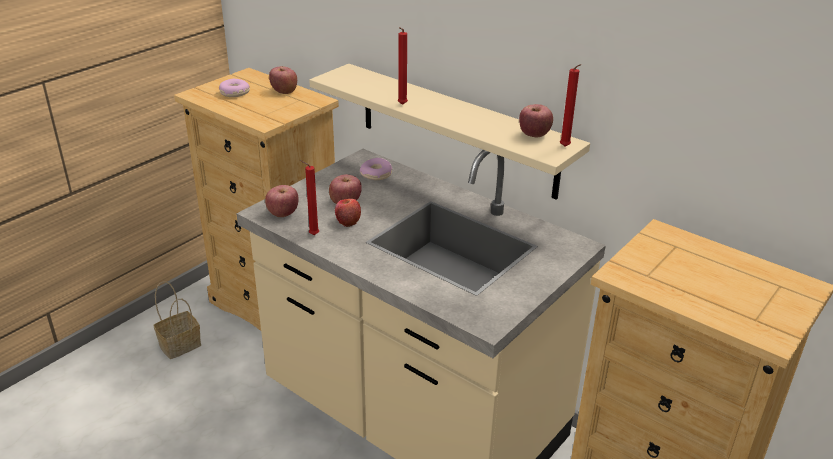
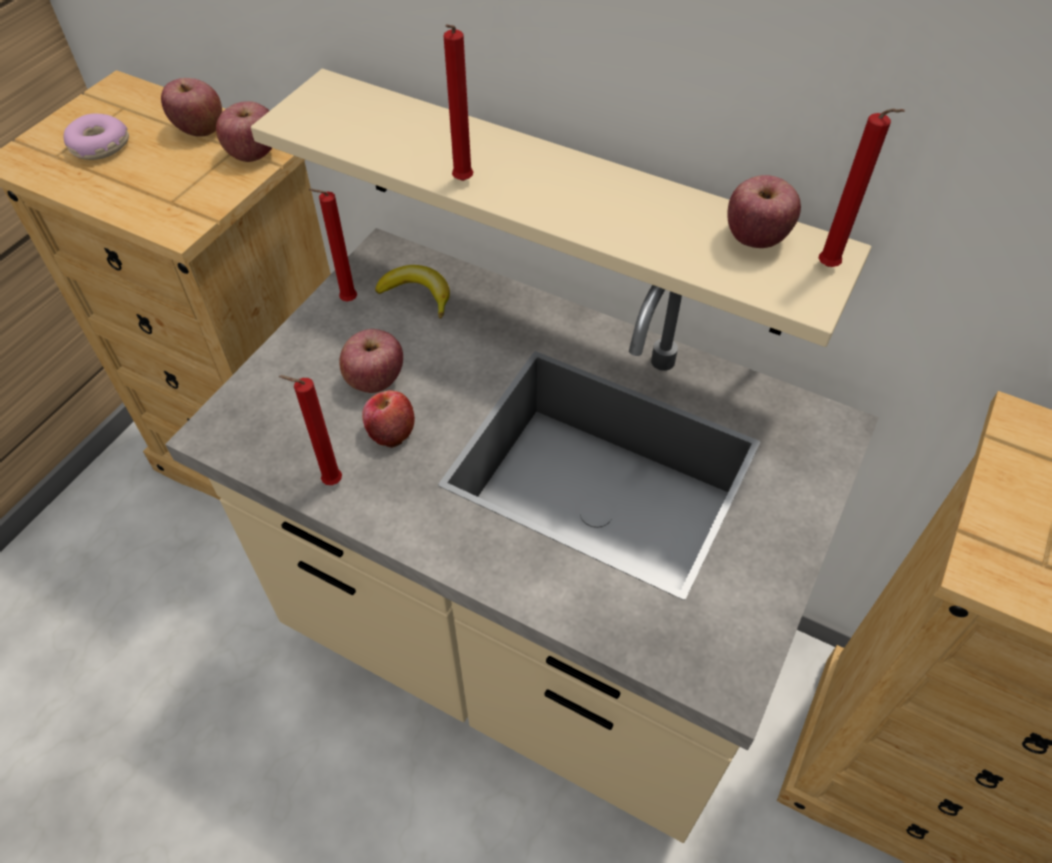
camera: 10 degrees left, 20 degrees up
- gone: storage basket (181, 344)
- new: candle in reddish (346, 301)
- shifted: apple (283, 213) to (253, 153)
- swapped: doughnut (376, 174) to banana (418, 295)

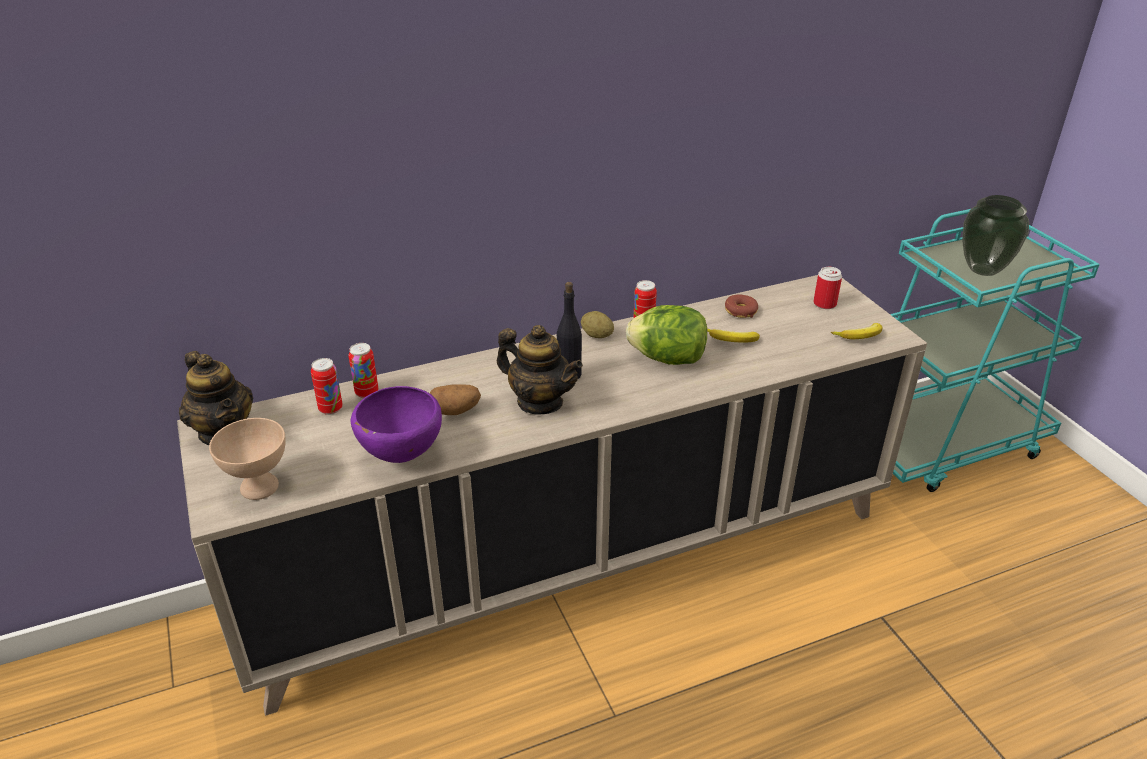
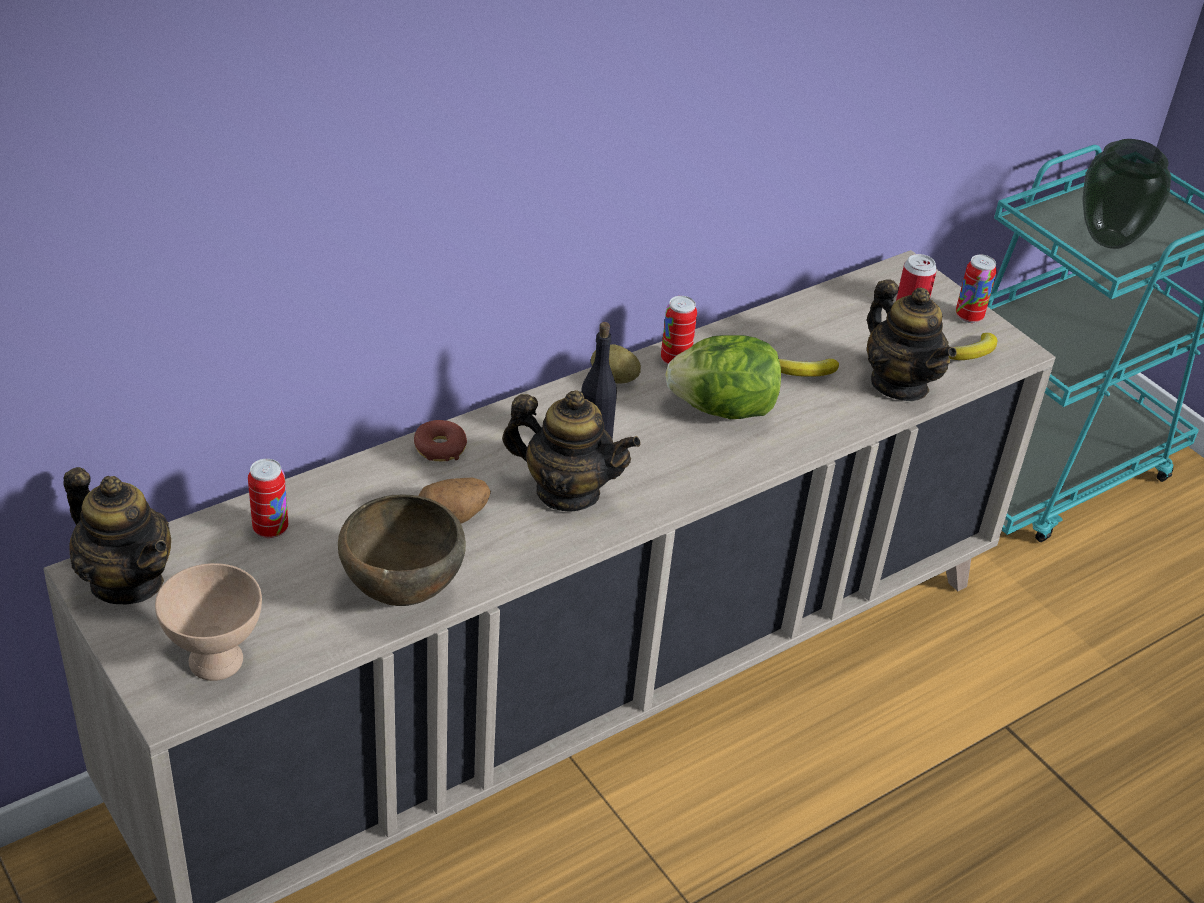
camera: 15 degrees left, 5 degrees up
- new: teapot (899, 384)
- shifted: metal can (367, 393) to (969, 316)
- shifted: doughnut (740, 311) to (440, 448)
- repainted: serving bowl in purple (401, 456) to serving bowl in brown (401, 593)

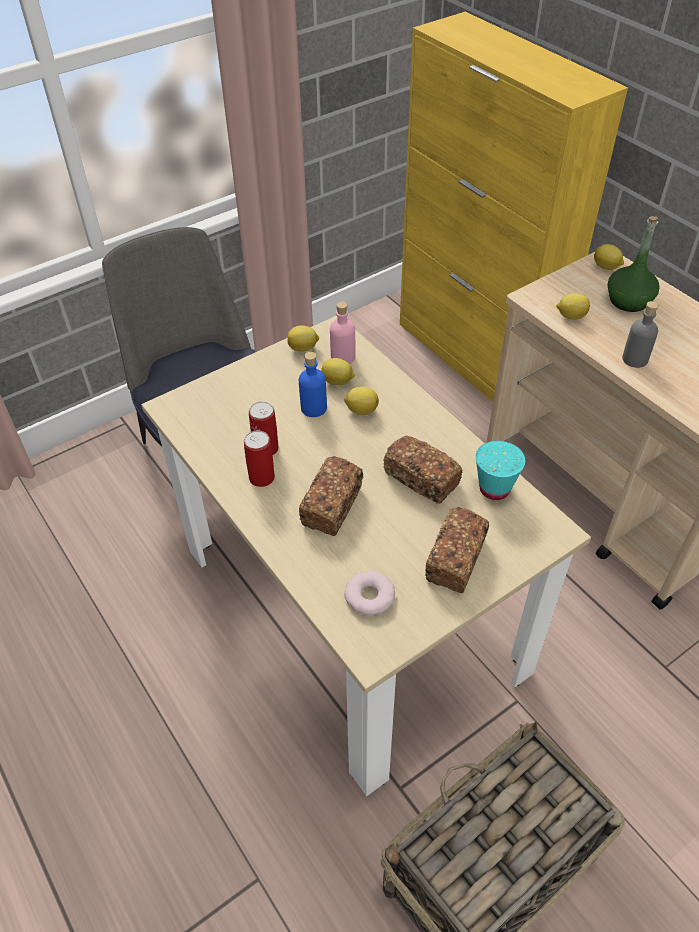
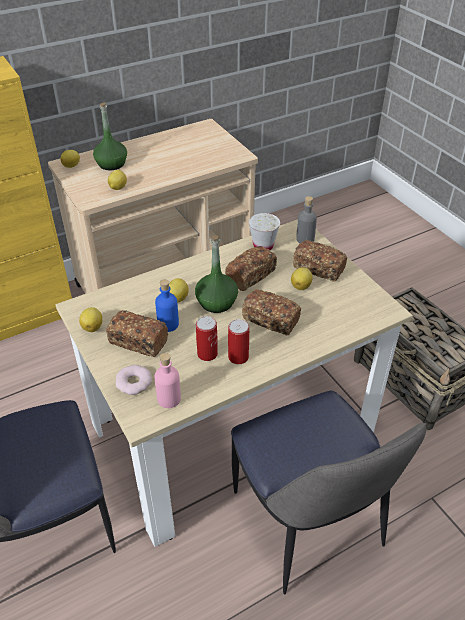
camera: 85 degrees left, 5 degrees down
- new: baked bread (138, 342)
- new: beverage bottle in green (216, 302)
- new: plain chair (308, 523)
- shifted: whole lemon (338, 382) to (301, 286)
- shifted: beverage bottle in pinkish (343, 357) to (169, 399)
- shifted: doughnut (369, 596) to (134, 382)
- shifted: beverage bottle in grey (634, 359) to (305, 239)
- repainted: drinking cup in turquoise-coloured (494, 489) to drinking cup in white-coloured (263, 246)

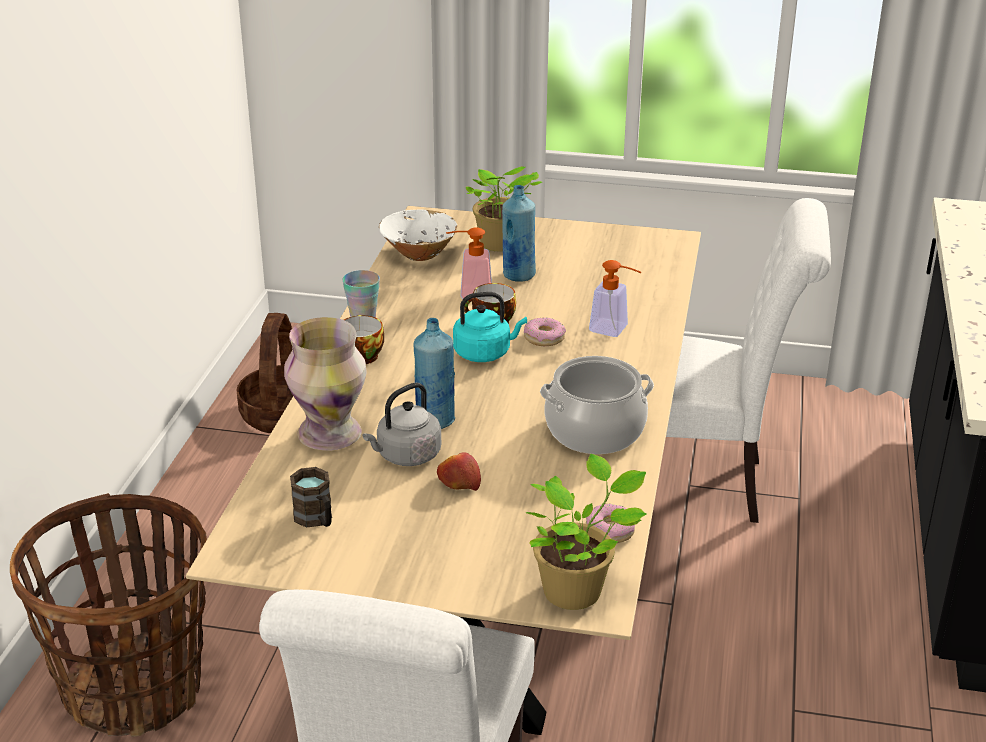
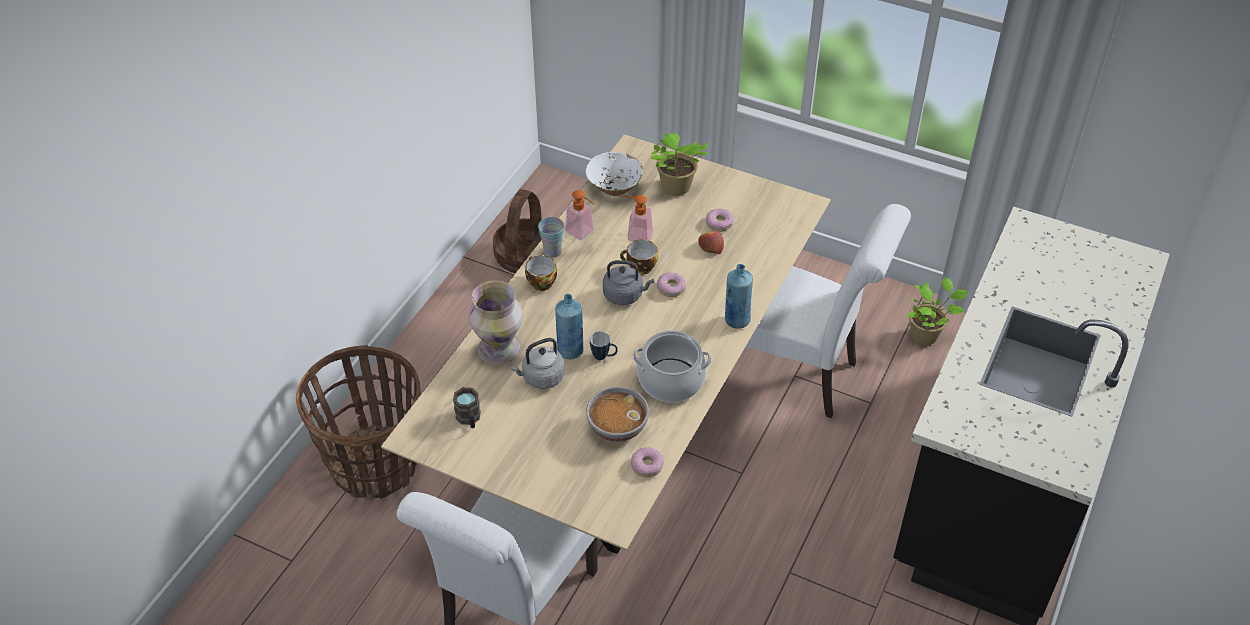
camera: 15 degrees right, 15 degrees up
- new: serving bowl (616, 427)
- new: tea mug (604, 357)
- new: doughnut (719, 223)
- shifted: apple (458, 482) to (710, 247)
- shifted: beverage bottle in bluish (518, 275) to (736, 320)
- shifted: plant in a pot (576, 591) to (926, 335)
- shifted: soap bottle (615, 330) to (583, 233)
- repainted: tea kettle in turquoise-coloured (485, 353) to tea kettle in grey (625, 295)

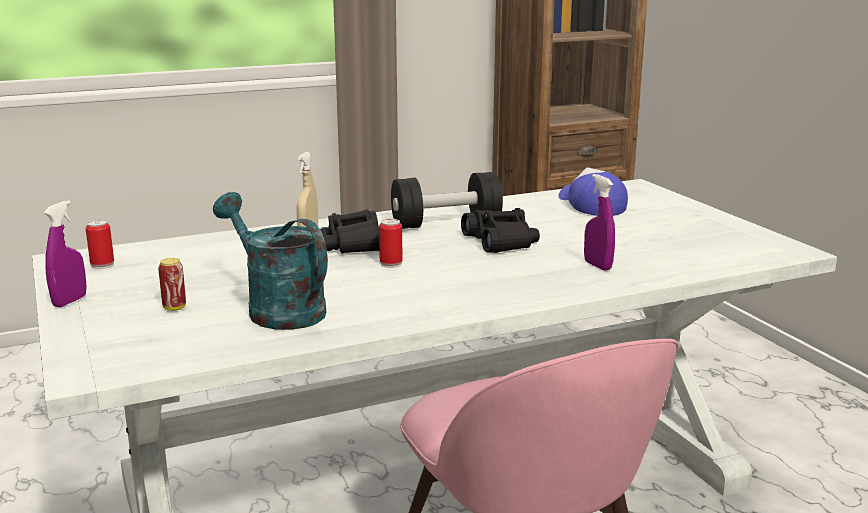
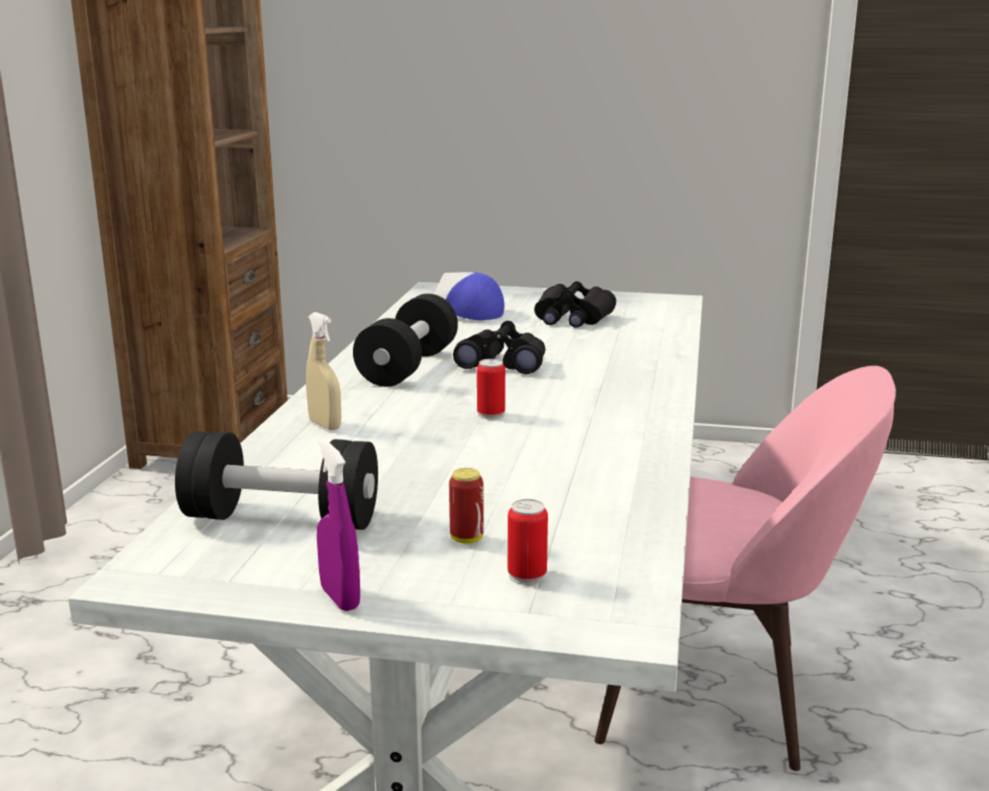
camera: 55 degrees left, 0 degrees up
- gone: watering can in turquoise-coloured (277, 309)
- gone: hand sprayer in purple (597, 266)
- new: dumbbell in blackish (282, 519)
- shifted: metal can (102, 265) to (527, 575)
- shifted: pair of binoculars in blackish (353, 244) to (572, 318)

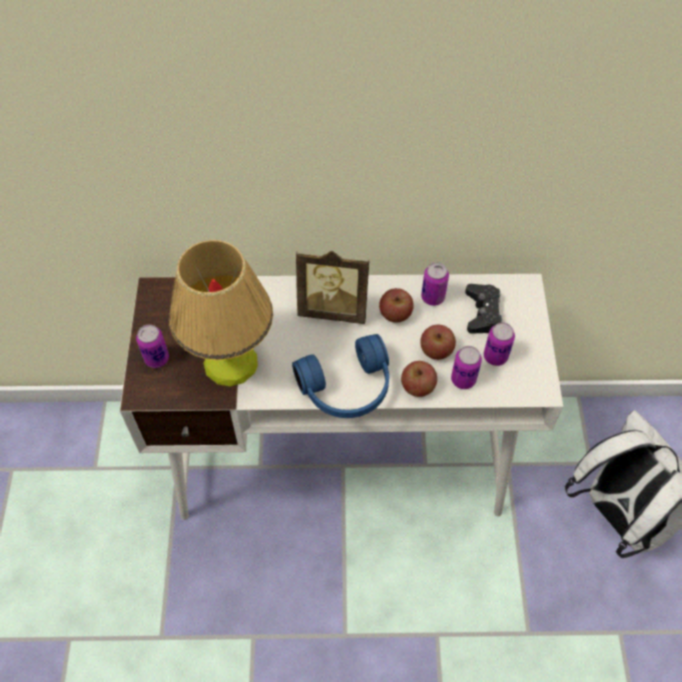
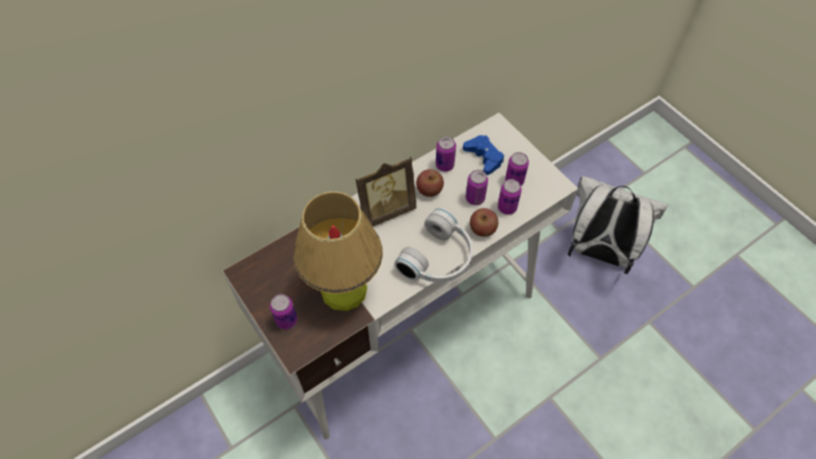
camera: 35 degrees left, 0 degrees up
- swapped: apple (436, 350) to metal can (475, 198)
- repainted: pair of headphones in bluish (348, 389) to pair of headphones in white-coloured (439, 258)
- repainted: game controller in blackish (482, 312) to game controller in bluish (484, 157)

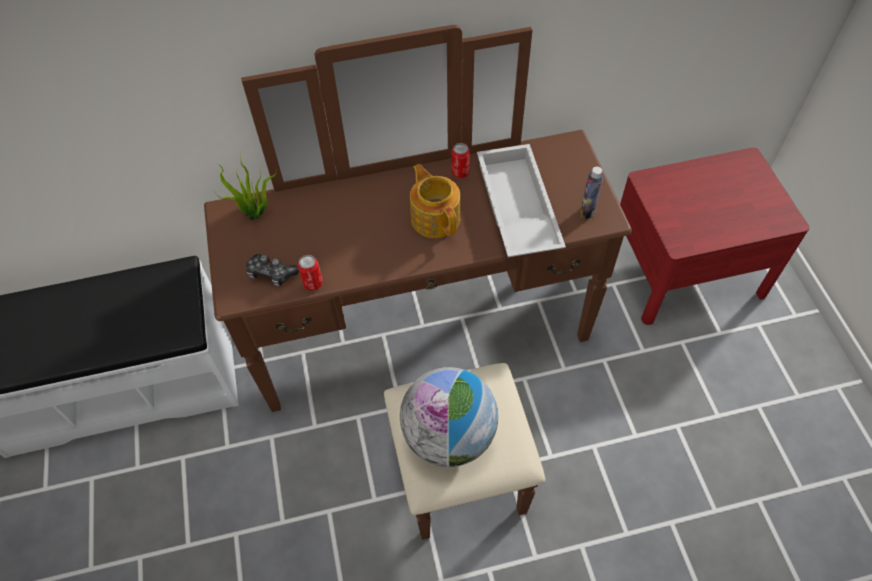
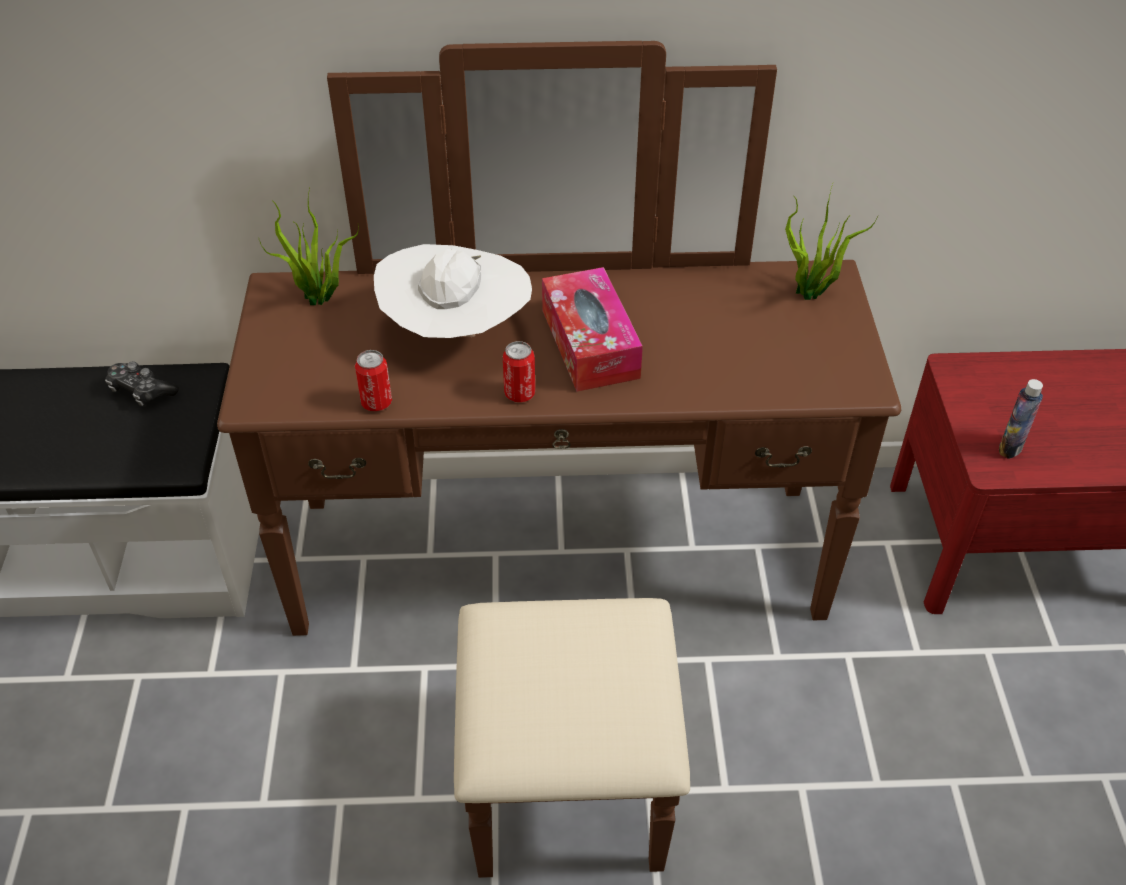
camera: 10 degrees right, 10 degrees down
- gone: world globe (449, 435)
- gone: carrying tray in white-coloured (515, 208)
- new: hat in white-coloured (456, 333)
- new: plant in a pot (811, 294)
- shifted: game controller (271, 274) to (141, 391)
- shifted: metal can (460, 172) to (519, 394)
- shifted: beverage bottle (587, 211) to (1010, 447)
- swapped: teapot (435, 217) to box of tissues (590, 343)

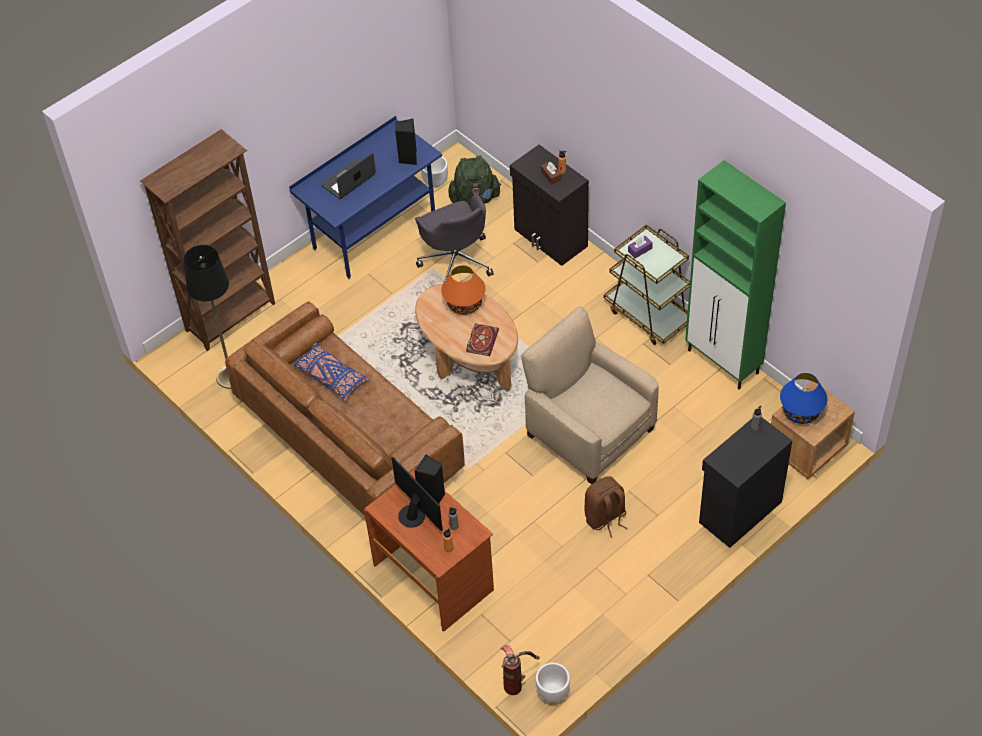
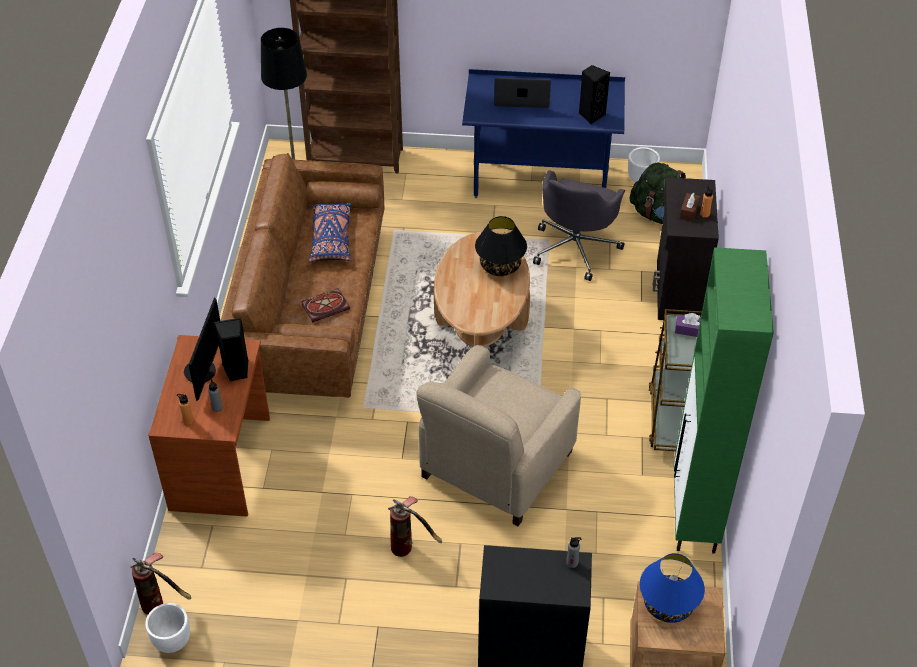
camera: 45 degrees right, 5 degrees down
- shifted: volume (481, 340) to (326, 306)
- swapped: knapsack in brown (605, 518) to fire extinguisher (410, 547)
- repainted: lamp for a table in orangey (464, 304) to lamp for a table in blackish (500, 266)
- rotated: armchair in beige-coloured (588, 431) = (496, 465) 150 degrees counterclockwise

